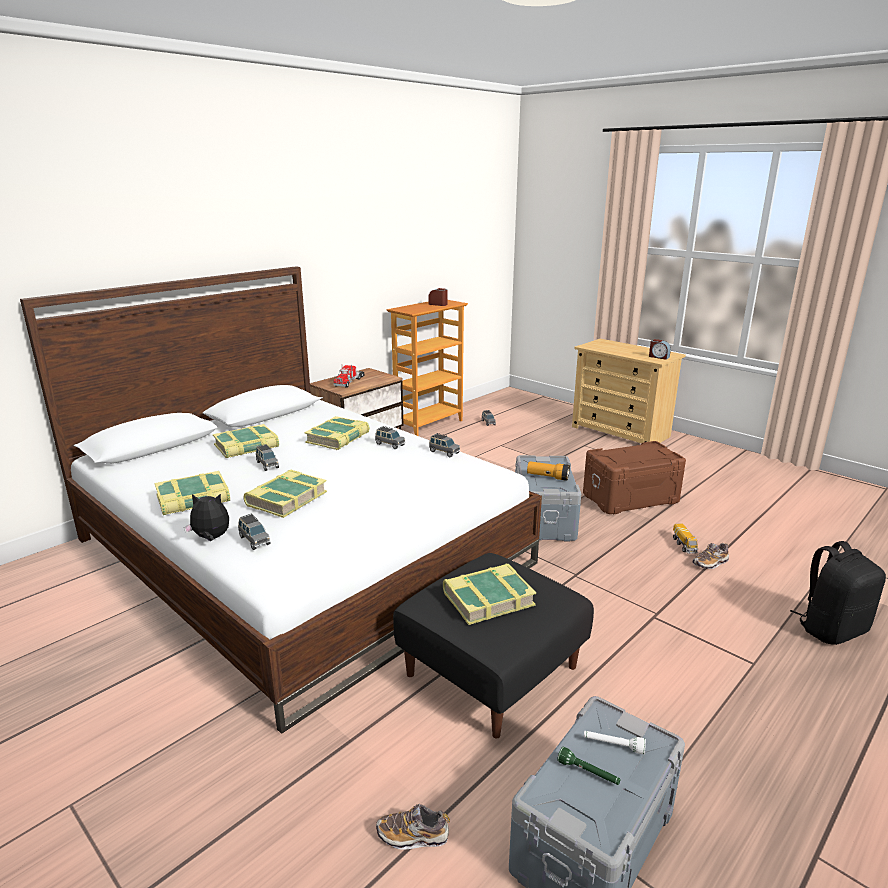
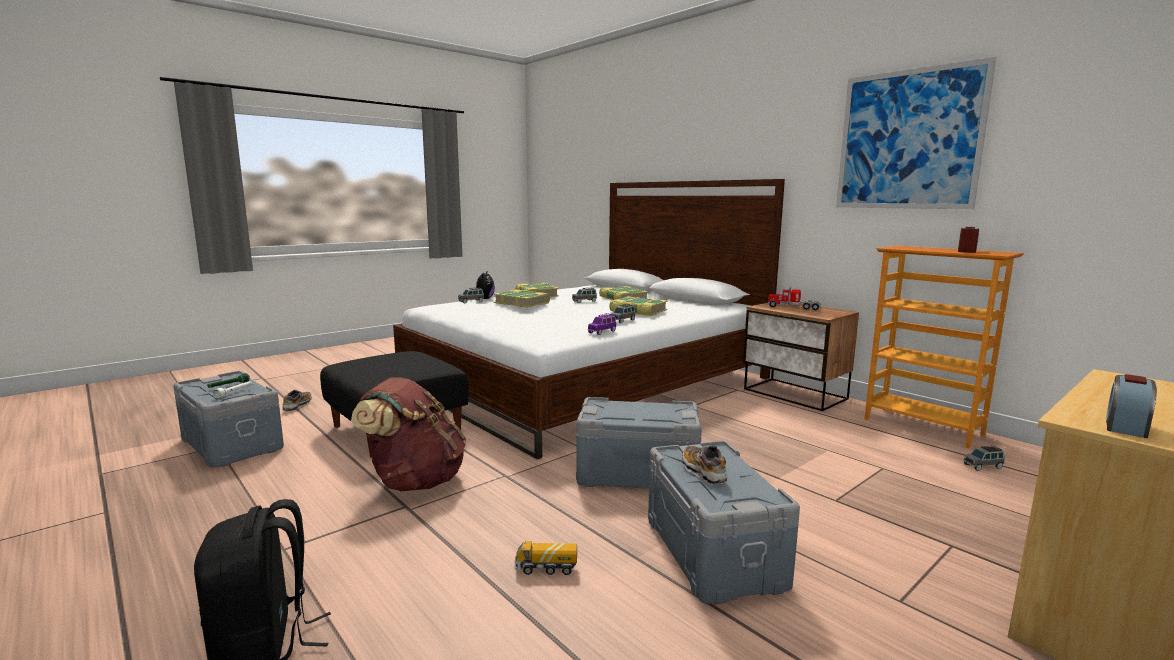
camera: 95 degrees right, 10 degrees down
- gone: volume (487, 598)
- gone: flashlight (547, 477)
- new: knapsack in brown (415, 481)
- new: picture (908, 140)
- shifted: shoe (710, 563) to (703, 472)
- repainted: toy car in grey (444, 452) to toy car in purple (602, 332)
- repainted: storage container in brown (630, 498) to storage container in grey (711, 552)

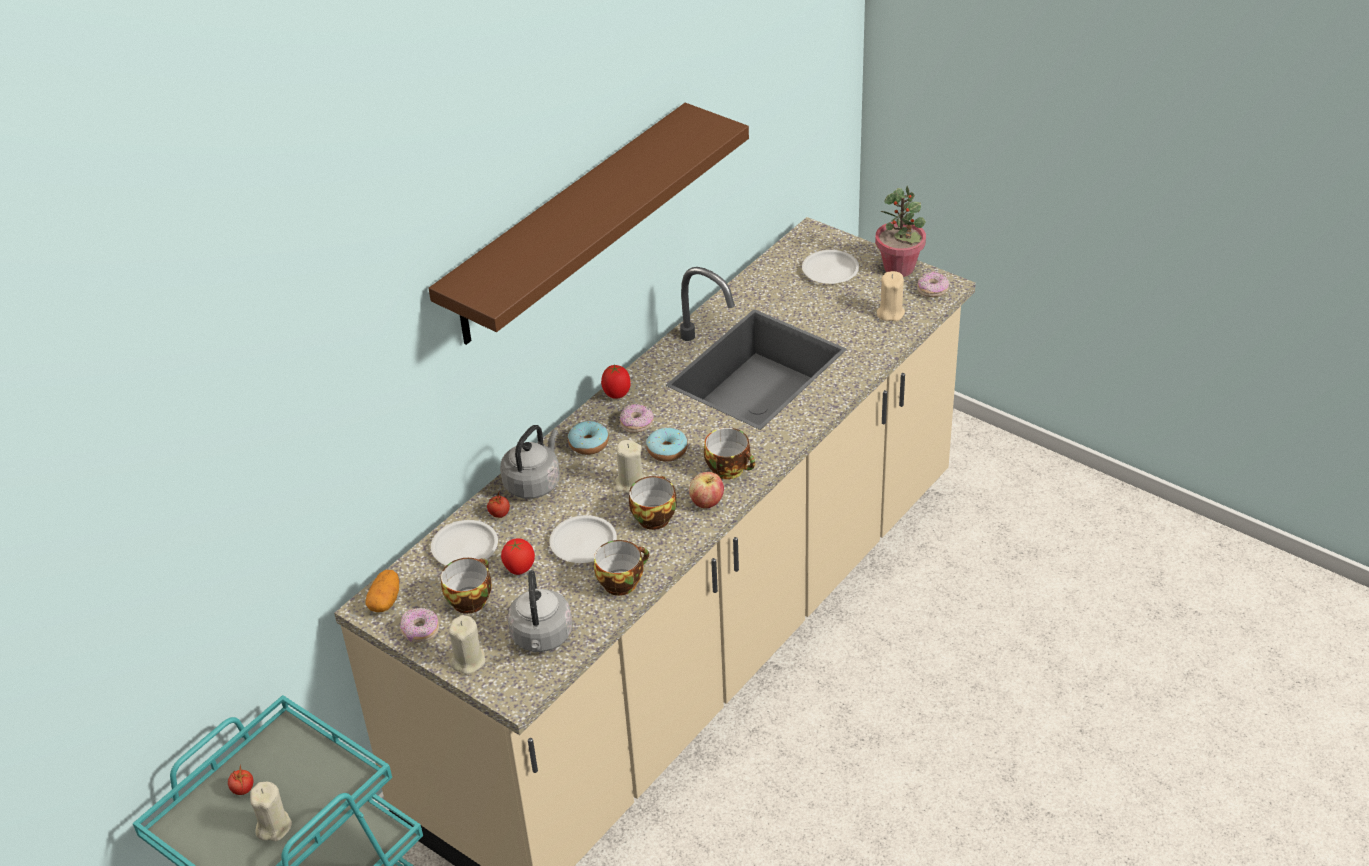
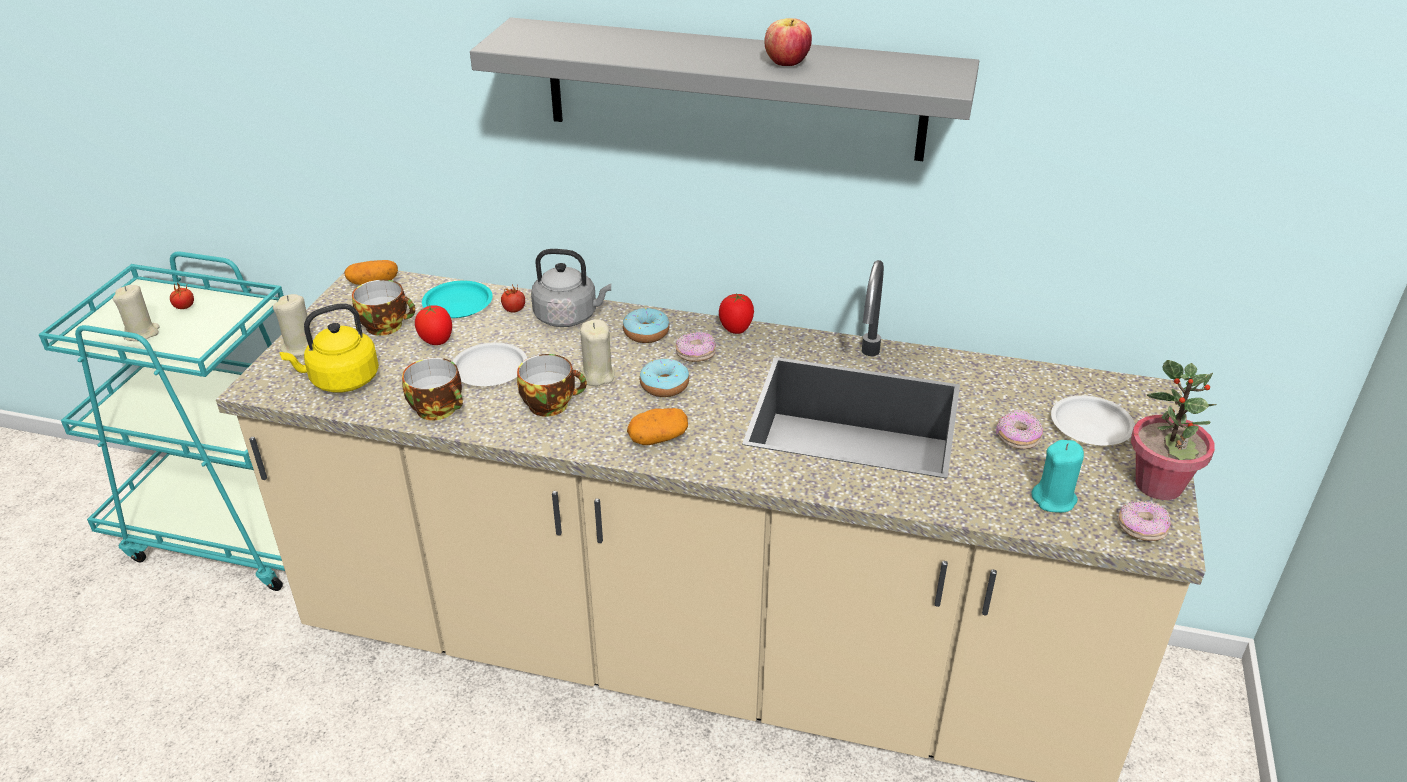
camera: 65 degrees right, 5 degrees down
- shifted: doughnut (420, 631) to (1017, 438)
- shifted: apple (707, 502) to (787, 64)
- swapped: drinking cup (730, 469) to whole potato (658, 438)
- repainted: wall shelf in brown (568, 225) to wall shelf in grey (733, 89)
- repainted: flat dish in white-coloured (465, 548) to flat dish in turquoise-coloured (457, 304)
- repainted: tea kettle in grey (542, 638) to tea kettle in yellowish (341, 381)
- repainted: candle in beige-coloured (890, 313) to candle in turquoise-coloured (1054, 499)

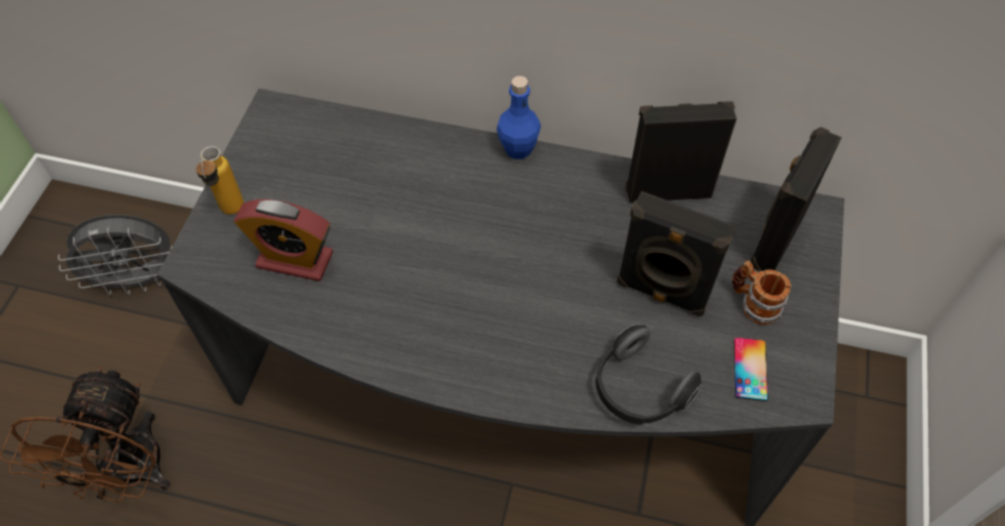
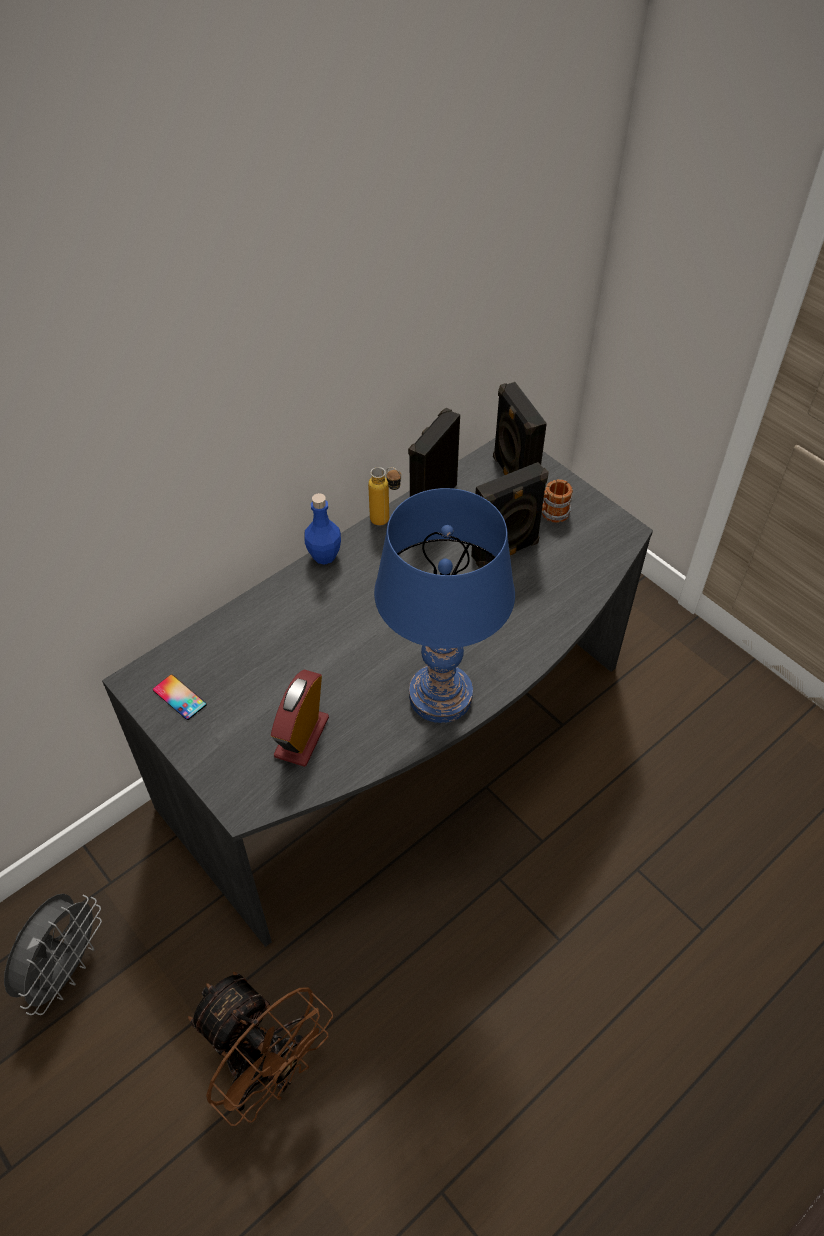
camera: 55 degrees left, 5 degrees down
- gone: pair of headphones (638, 390)
- new: lamp for a table in bluish (440, 696)
- shifted: beverage bottle (231, 214) to (386, 522)
- shifted: handset (750, 369) to (179, 697)
- rotated: table clock (294, 259) = (302, 737) 150 degrees clockwise

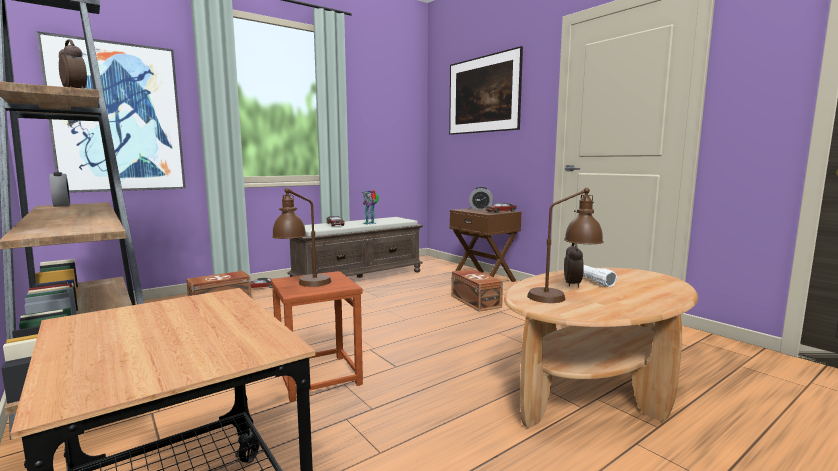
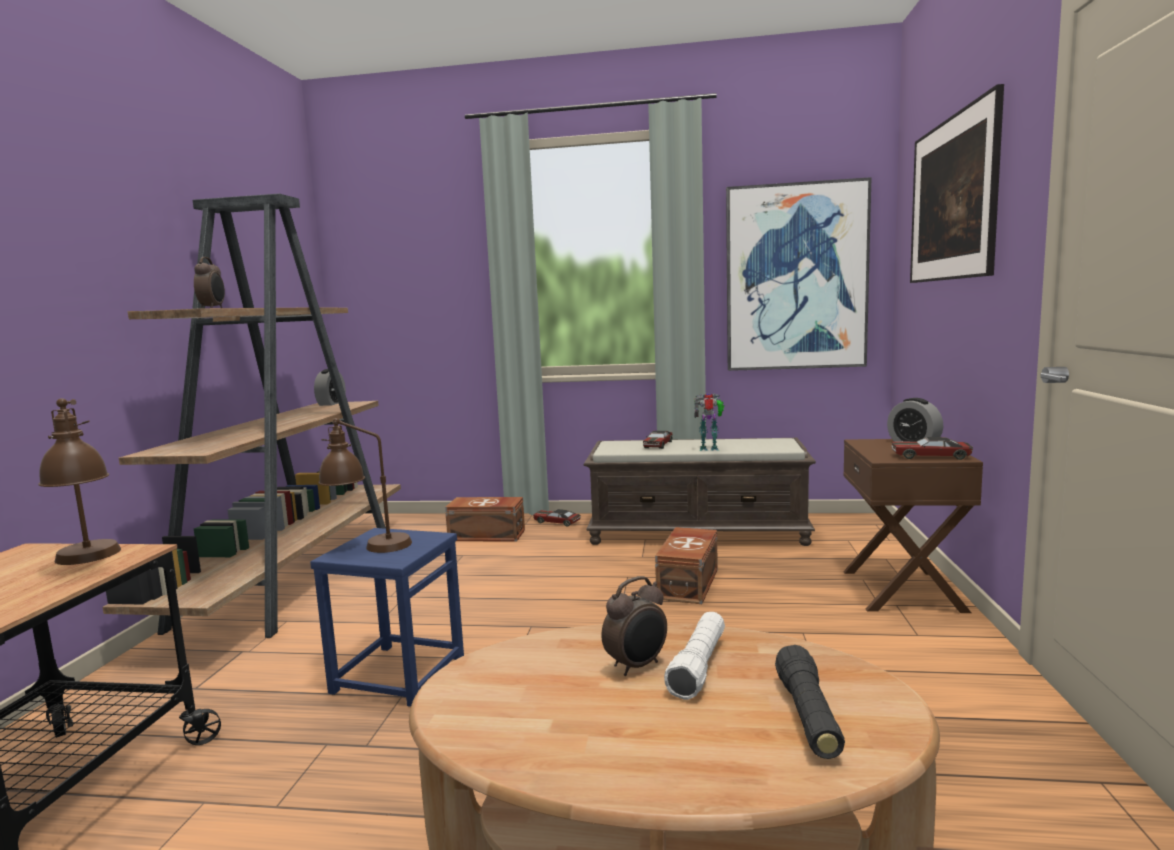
camera: 45 degrees right, 0 degrees up
- new: flashlight in blackish (808, 716)
- shifted: picture (118, 118) to (795, 277)
- shifted: storage container in brown (476, 301) to (690, 583)
- shifted: lamp for a table in brown (563, 297) to (90, 561)
- repainted: stool in brown (317, 377) to stool in bluish (398, 674)

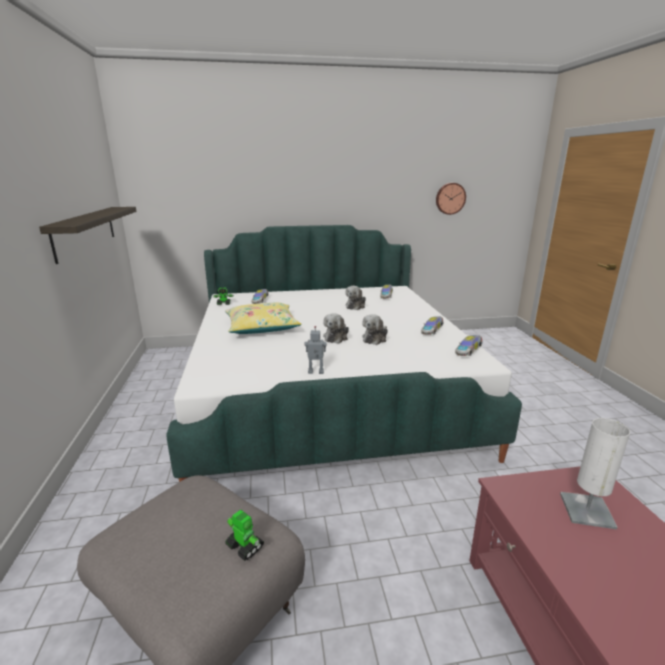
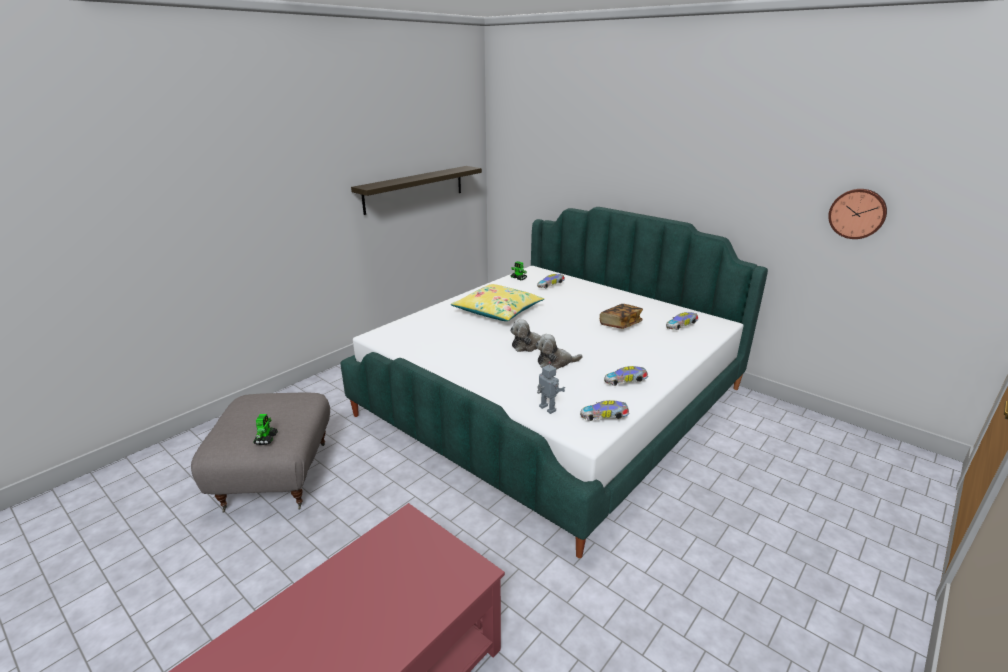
camera: 50 degrees right, 5 degrees up
- gone: lamp for a table in white-coloured (586, 510)
- shifted: toy robot (315, 372) to (546, 409)
- swapped: soft toy (356, 306) to volume (620, 324)

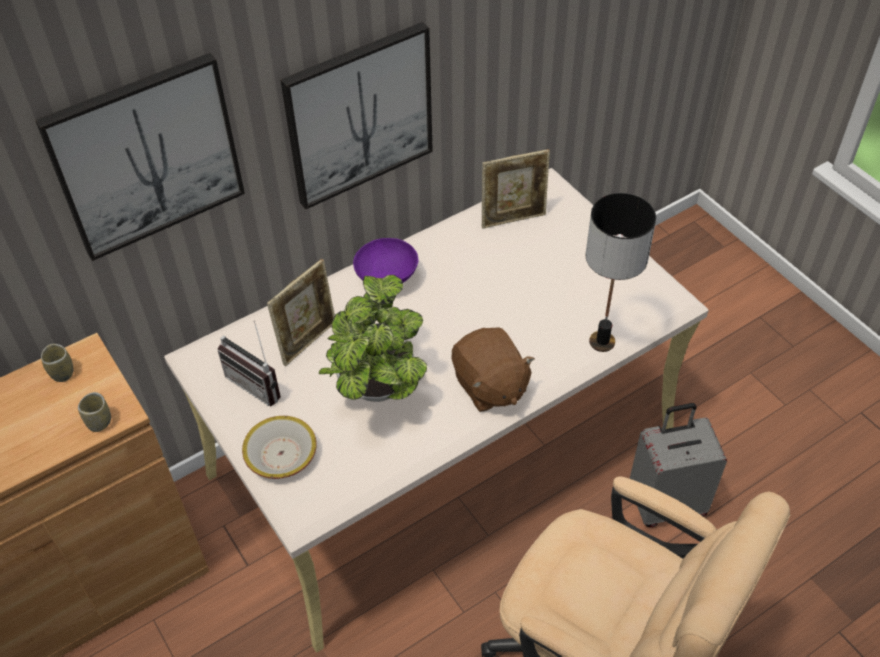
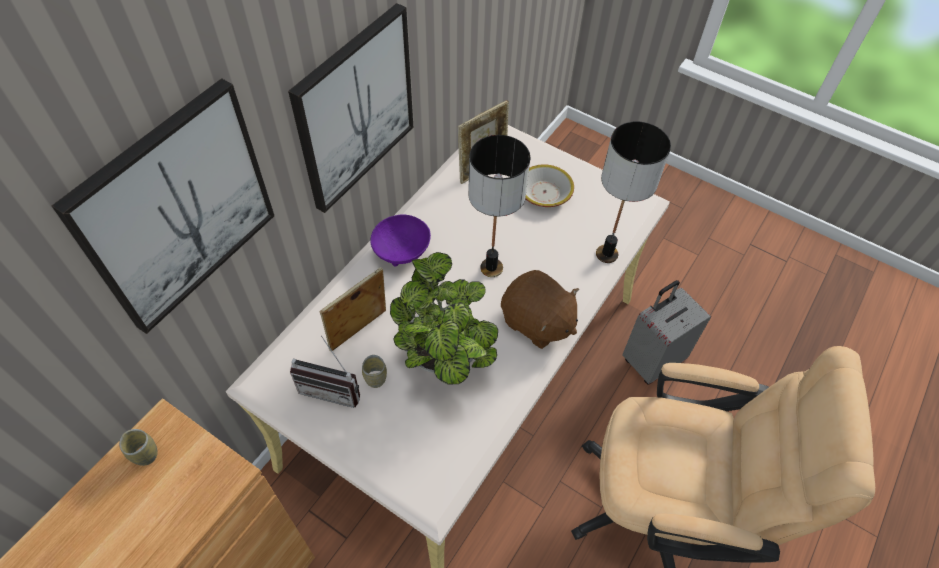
camera: 25 degrees left, 5 degrees up
- new: lamp for a table (491, 267)
- shifted: drinking cup (99, 422) to (375, 378)
- shifted: serving bowl (281, 454) to (544, 192)
- rotated: picture frame (308, 341) = (359, 333) 150 degrees counterclockwise

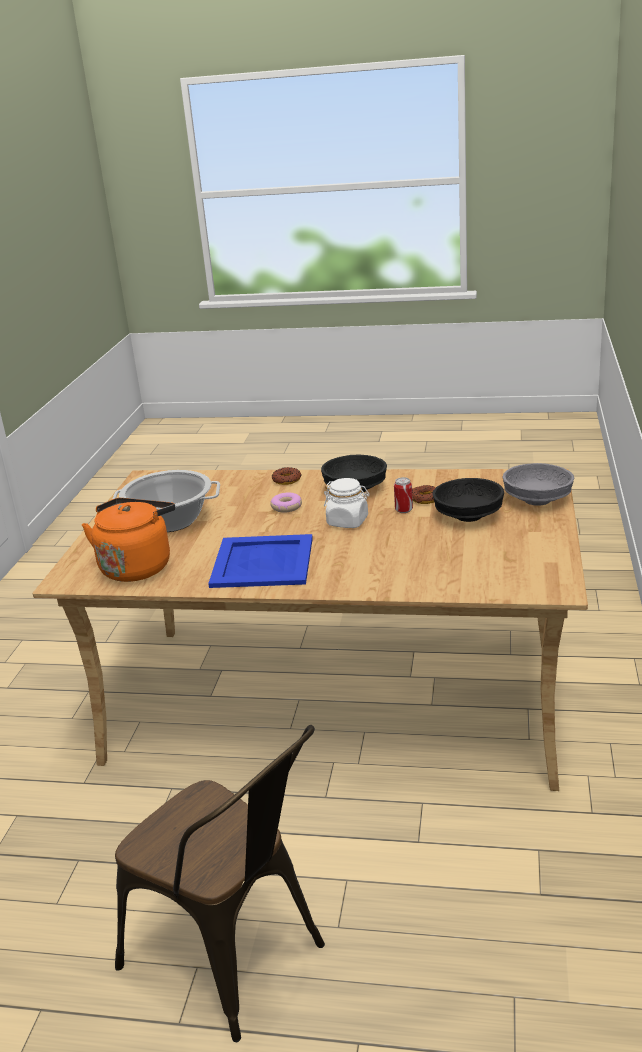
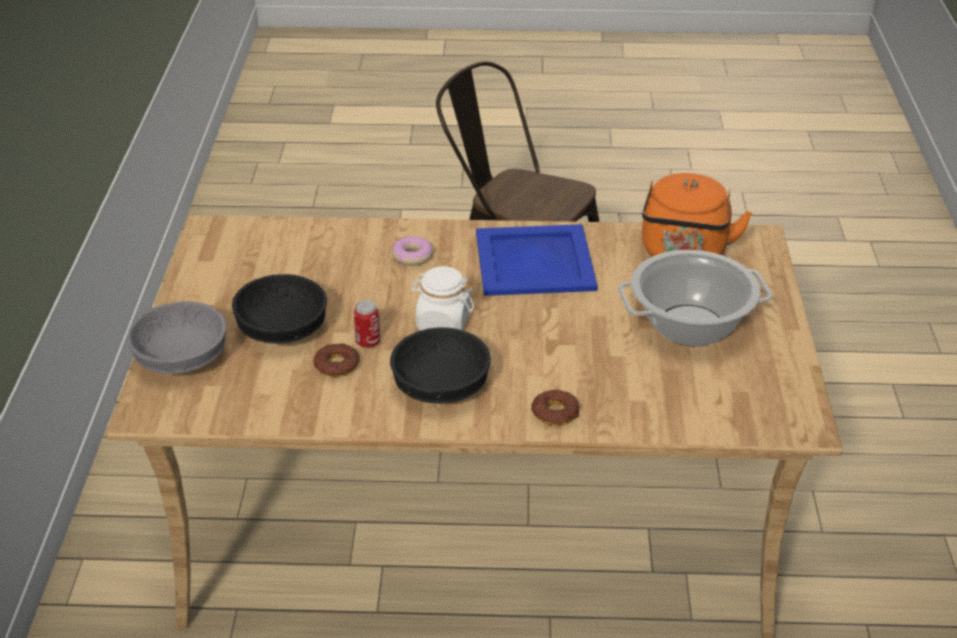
camera: 170 degrees right, 10 degrees up
- shifted: doughnut (286, 507) to (412, 256)

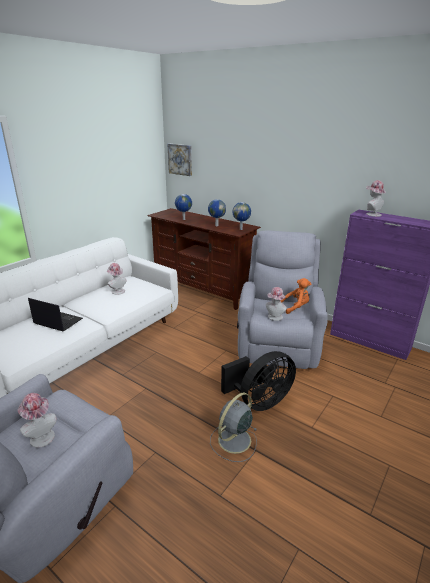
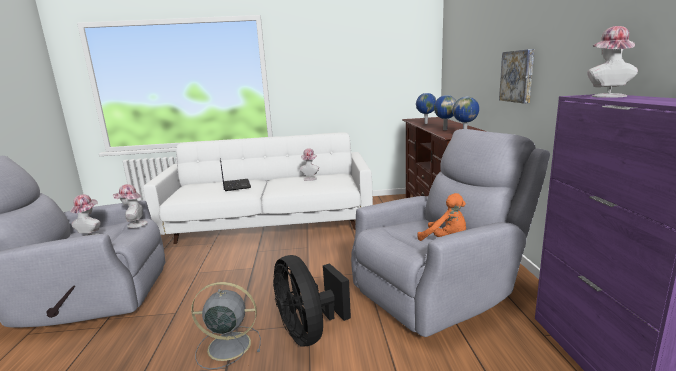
camera: 50 degrees right, 10 degrees down
- shifted: picture (180, 159) to (518, 76)
- shifted: hat (274, 318) to (134, 224)
- rotated: electric fan in blackish (259, 401) = (309, 331) 45 degrees clockwise

